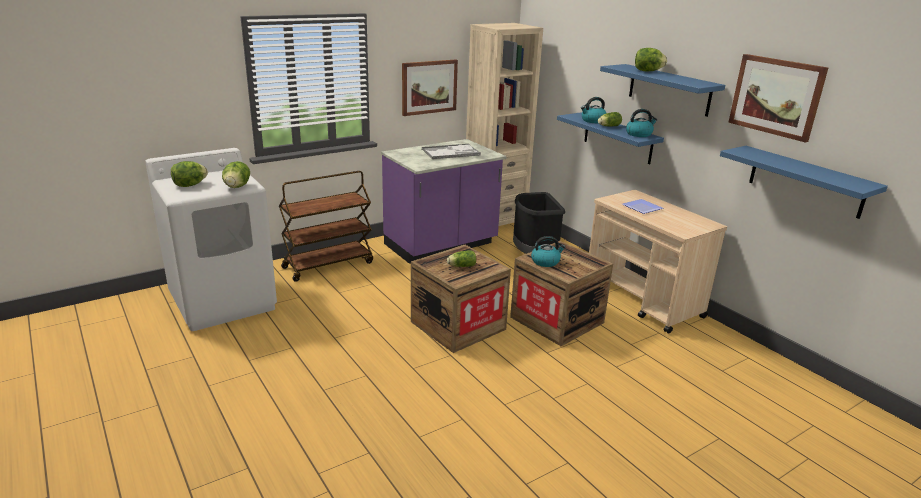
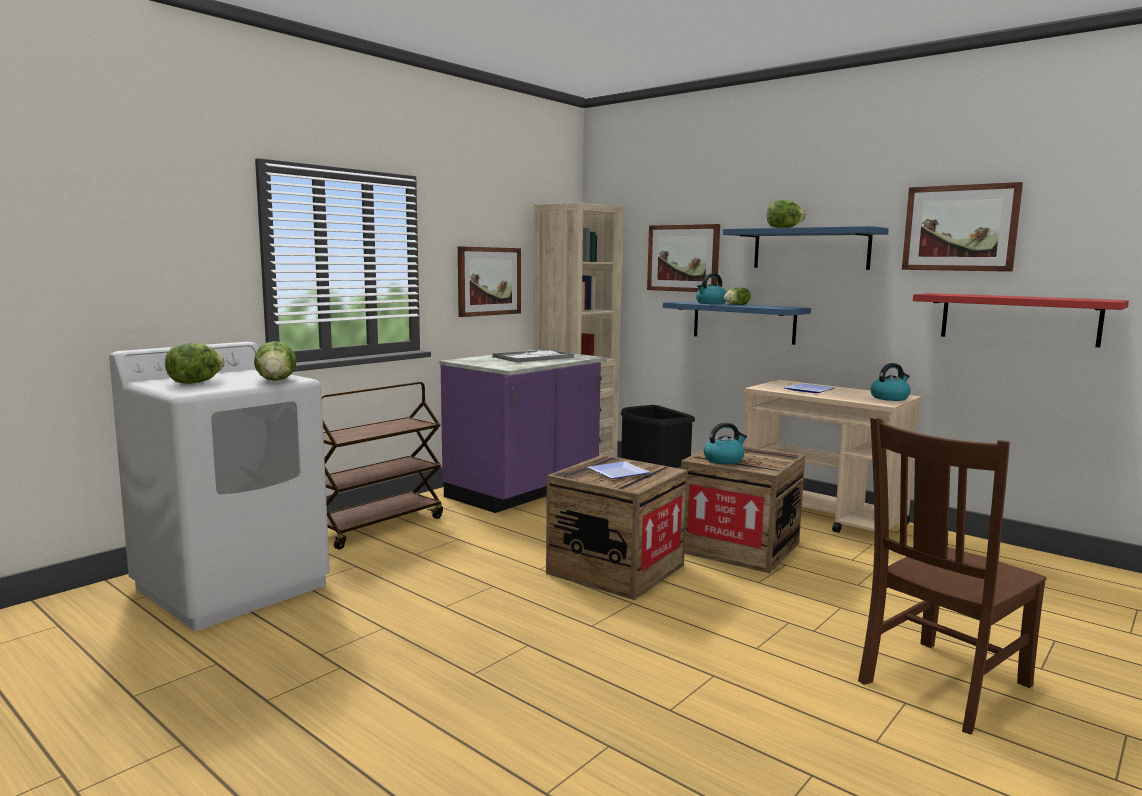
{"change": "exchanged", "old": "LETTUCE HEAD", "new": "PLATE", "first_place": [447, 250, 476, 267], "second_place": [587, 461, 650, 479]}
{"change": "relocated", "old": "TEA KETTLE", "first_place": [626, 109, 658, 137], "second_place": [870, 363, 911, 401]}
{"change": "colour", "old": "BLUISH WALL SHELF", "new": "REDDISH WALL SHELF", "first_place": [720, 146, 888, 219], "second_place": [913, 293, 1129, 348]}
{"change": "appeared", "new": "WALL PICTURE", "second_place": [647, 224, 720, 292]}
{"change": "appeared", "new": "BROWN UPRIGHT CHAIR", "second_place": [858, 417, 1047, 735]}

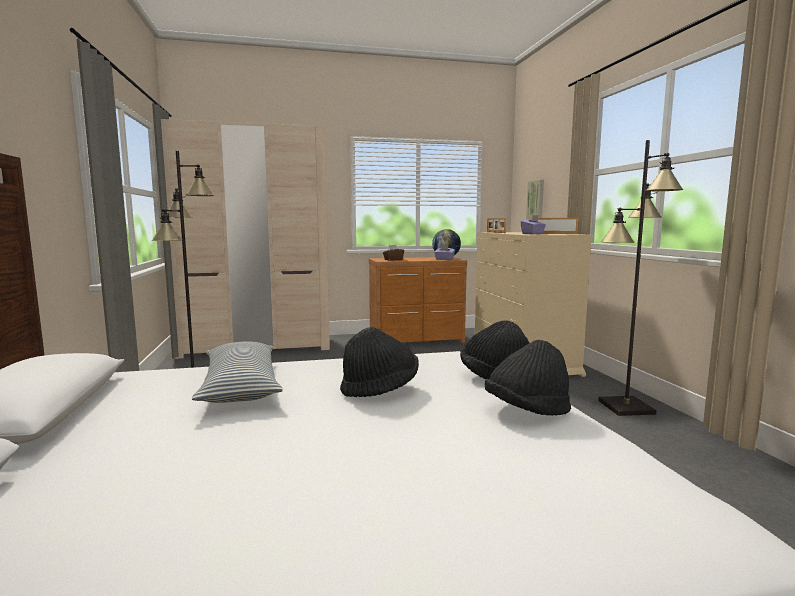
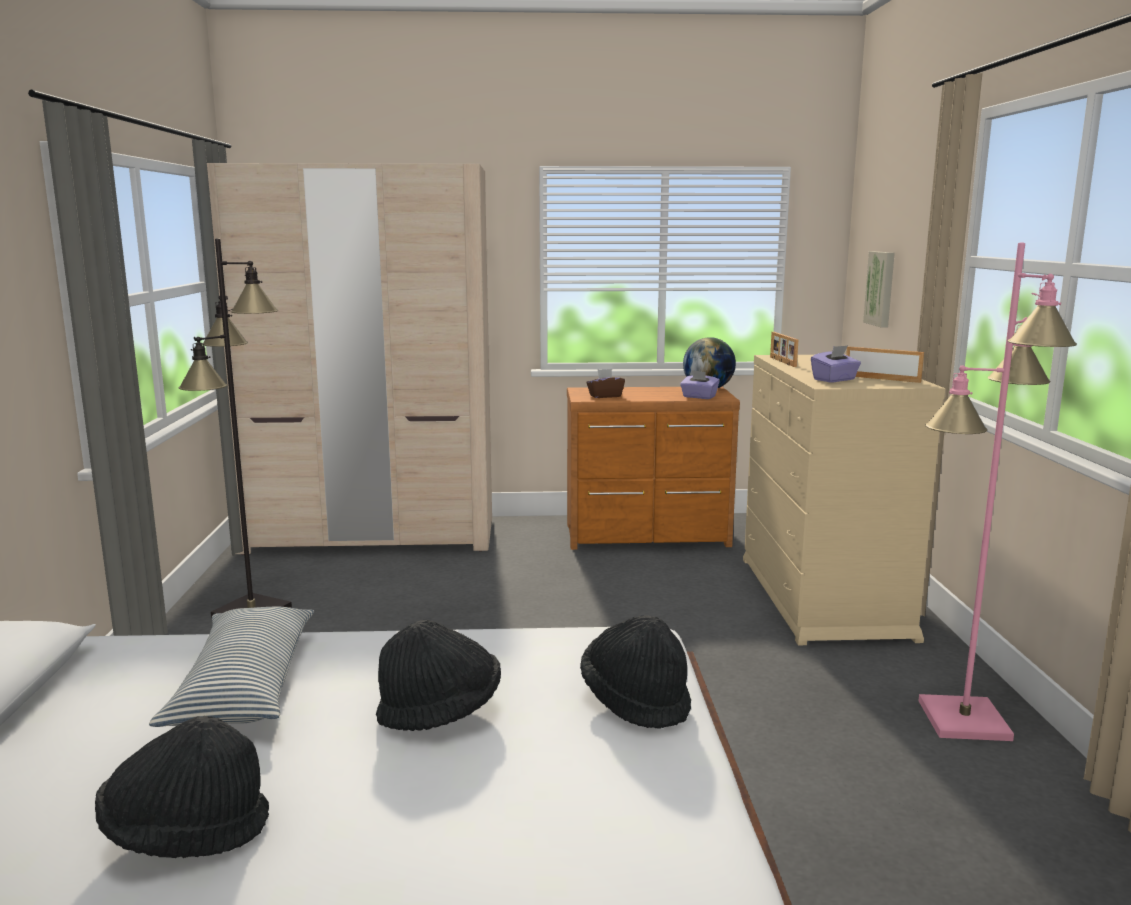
{"change": "relocated", "old": "BLACK HAT", "first_place": [485, 340, 571, 416], "second_place": [95, 716, 269, 858]}
{"change": "colour", "old": "BLACK STANDING LAMP", "new": "PINK-COLOURED STANDING LAMP", "first_place": [598, 140, 684, 416], "second_place": [919, 242, 1077, 741]}

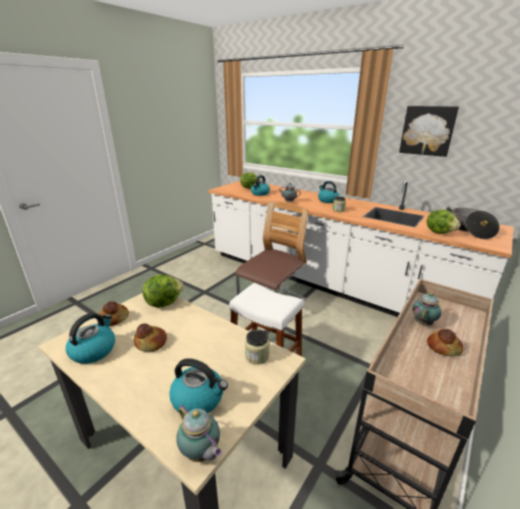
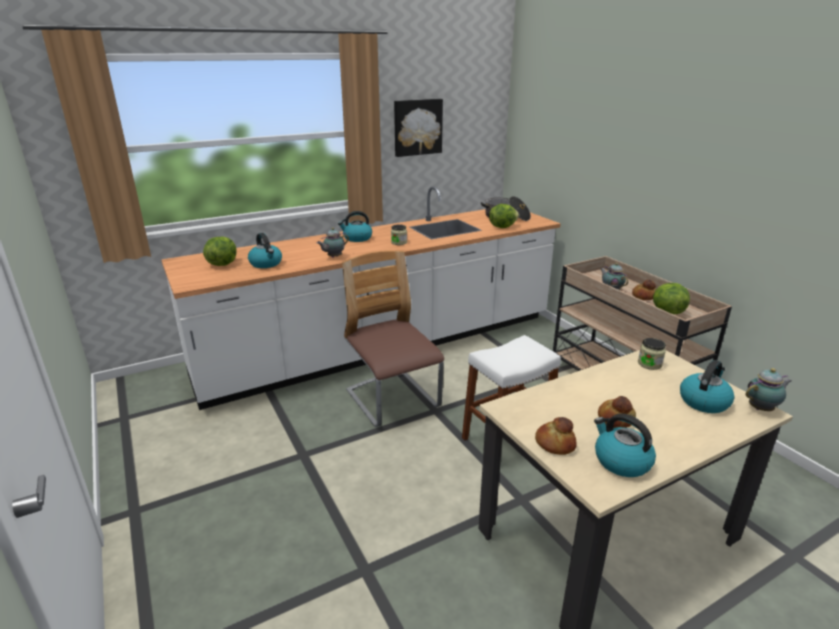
{"change": "relocated", "old": "LETTUCE HEAD", "first_place": [142, 275, 184, 307], "second_place": [653, 283, 690, 314]}

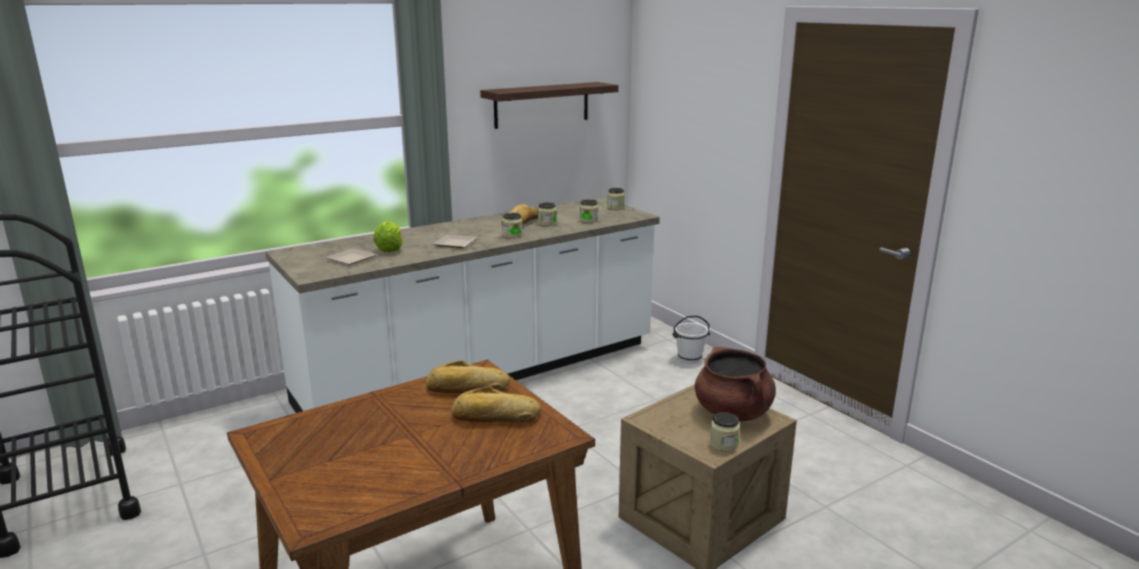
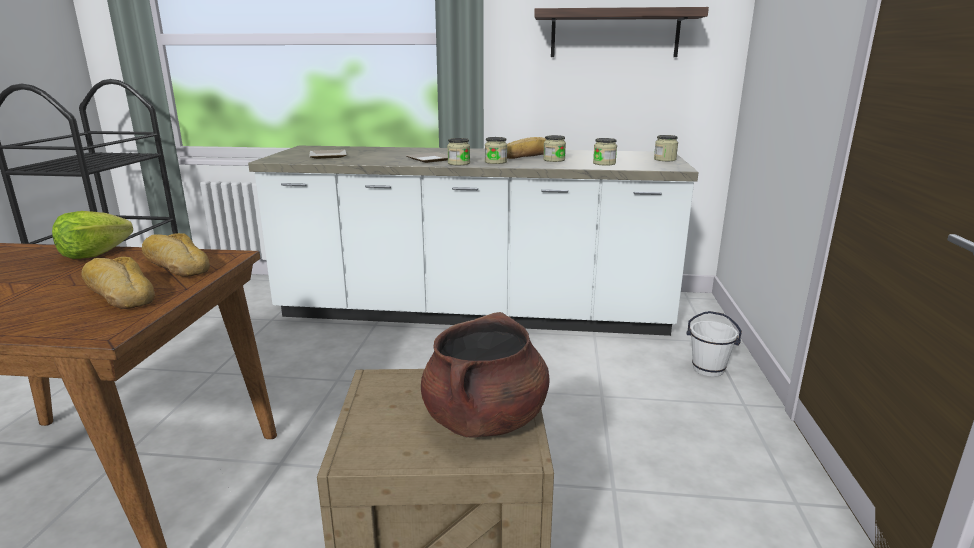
{"change": "relocated", "old": "LETTUCE HEAD", "first_place": [373, 221, 403, 253], "second_place": [52, 211, 133, 259]}
{"change": "relocated", "old": "STORAGE JAR", "first_place": [710, 412, 740, 452], "second_place": [447, 138, 470, 165]}

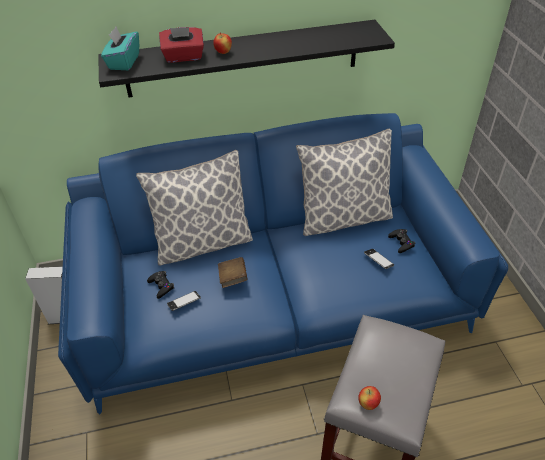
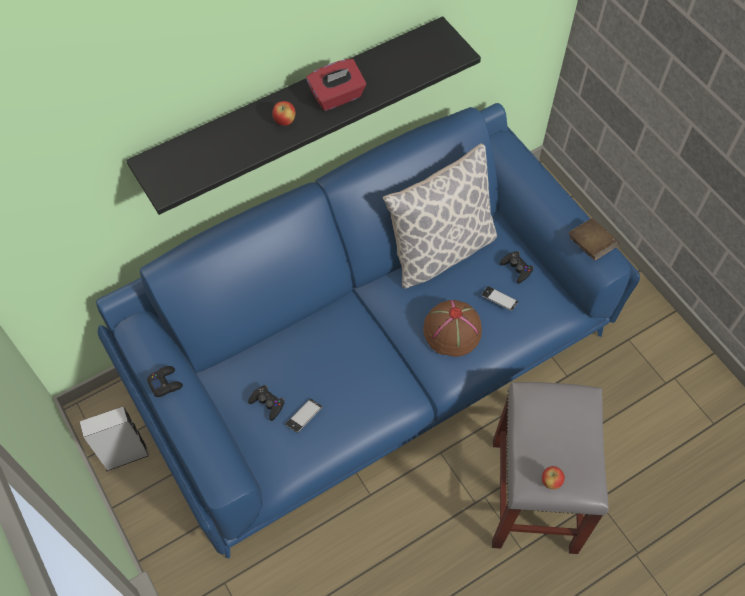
{"change": "missing", "old": "TURQUOISE-COLOURED TISSUE BOX", "first_place": [101, 27, 139, 70]}
{"change": "missing", "old": "THROW PILLOW", "first_place": [136, 150, 253, 266]}
{"change": "relocated", "old": "REDDISH TISSUE BOX", "first_place": [159, 27, 204, 63], "second_place": [306, 59, 366, 111]}
{"change": "relocated", "old": "BROWN VOLUME", "first_place": [218, 257, 247, 288], "second_place": [569, 219, 619, 260]}
{"change": "appeared", "new": "BLACK GAME CONTROLLER", "second_place": [146, 366, 183, 397]}
{"change": "appeared", "new": "BROWN HAT", "second_place": [423, 300, 482, 357]}

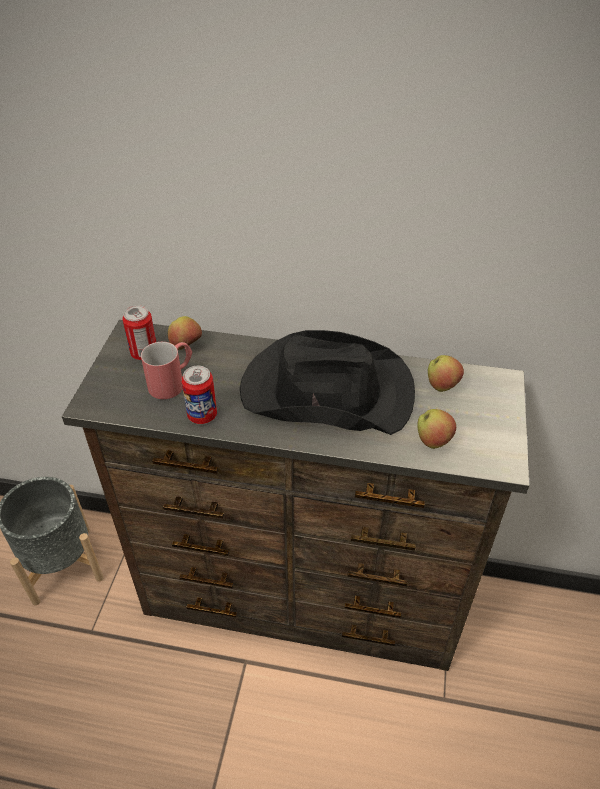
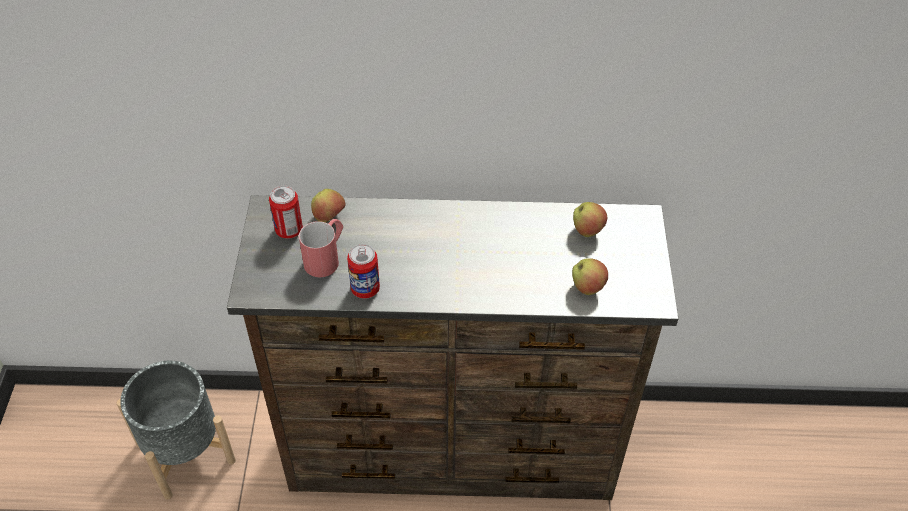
{"change": "missing", "old": "BLACK HAT", "first_place": [240, 330, 415, 435]}

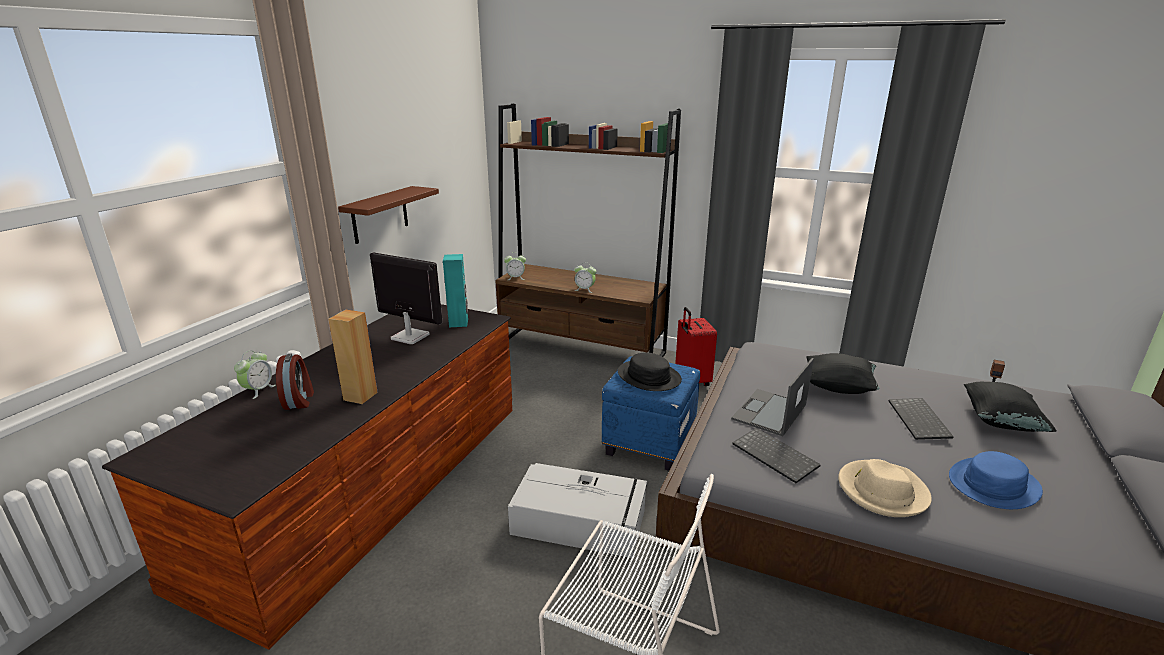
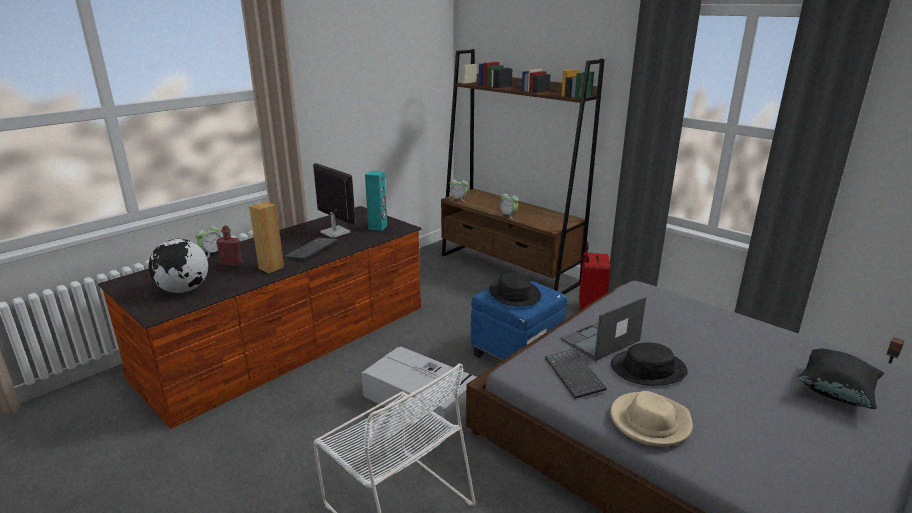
{"change": "exchanged", "old": "BEDSIDE CLOCK", "new": "REDDISH BEVERAGE BOTTLE", "first_place": [276, 354, 314, 410], "second_place": [216, 226, 242, 267]}
{"change": "missing", "old": "BROWN WALL SHELF", "first_place": [338, 186, 439, 244]}
{"change": "missing", "old": "BLACK THROW PILLOW", "first_place": [807, 353, 880, 394]}
{"change": "relocated", "old": "KEYBOARD", "first_place": [889, 398, 954, 440], "second_place": [284, 237, 339, 260]}
{"change": "missing", "old": "BLUISH HAT", "first_place": [949, 451, 1043, 509]}
{"change": "appeared", "new": "WORLD GLOBE", "second_place": [148, 239, 208, 293]}
{"change": "appeared", "new": "BLACK HAT", "second_place": [611, 343, 688, 386]}

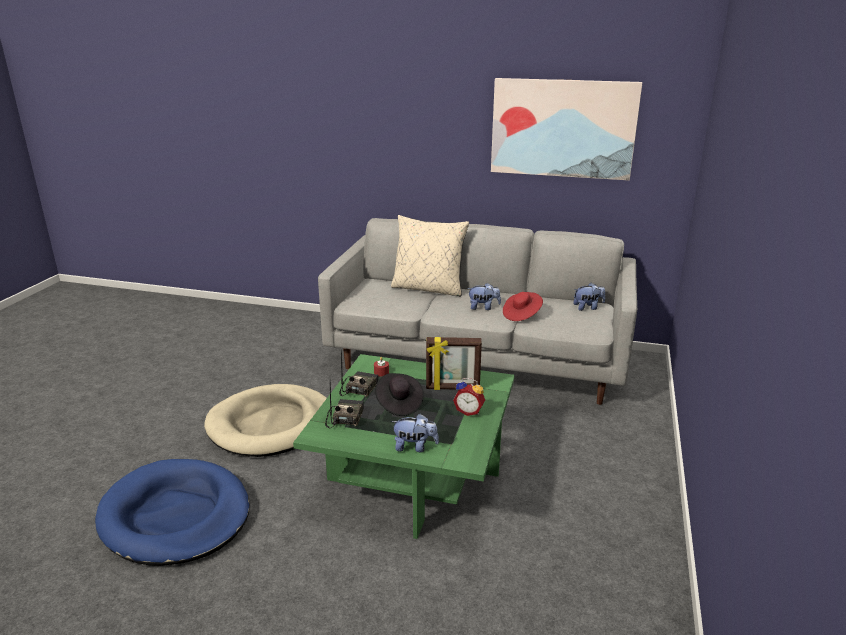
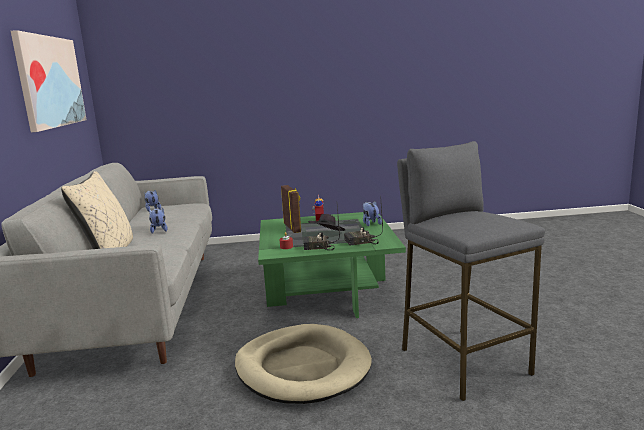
{"change": "exchanged", "old": "BLUISH DOG CUSHION", "new": "GRAY STOOL SEAT", "first_place": [95, 459, 250, 566], "second_place": [397, 141, 545, 401]}
{"change": "missing", "old": "REDDISH HAT", "first_place": [503, 292, 543, 321]}

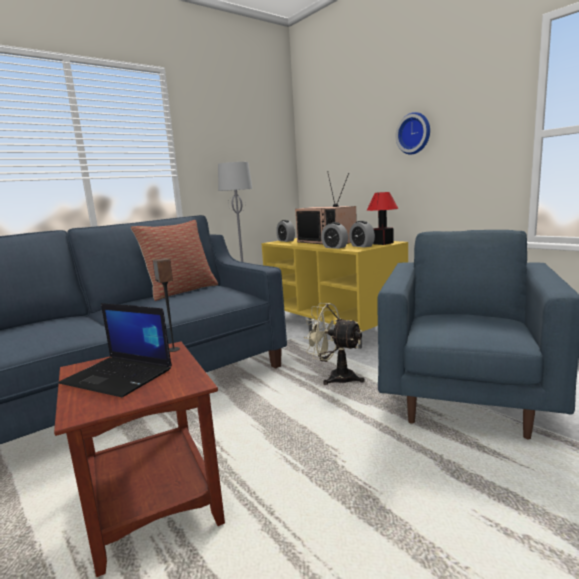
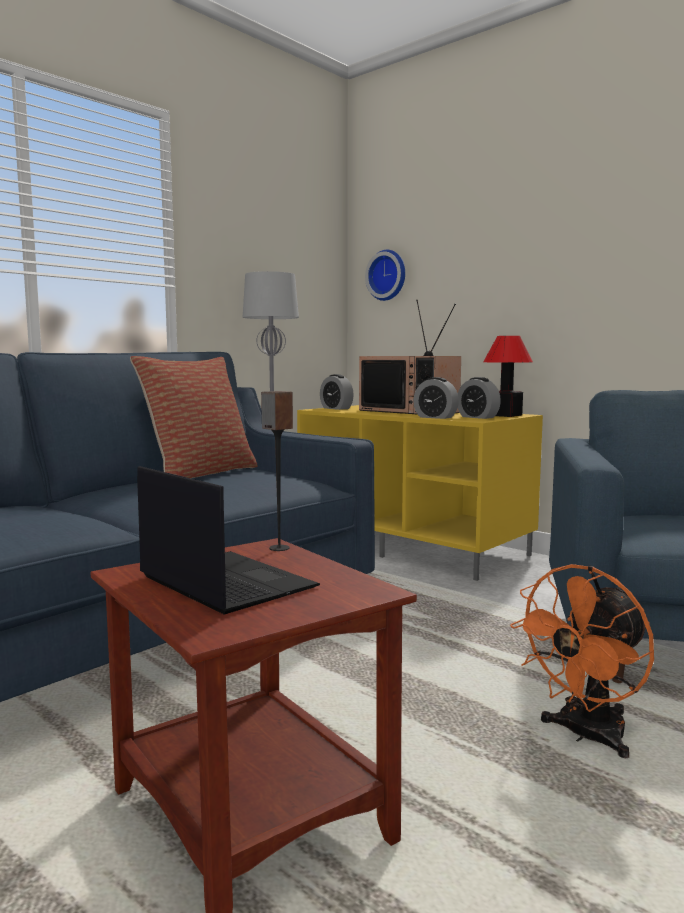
{"change": "spun", "old": "PORTABLE COMPUTER", "first_place": [59, 303, 172, 397], "second_place": [137, 466, 320, 615], "degrees": -150}
{"change": "missing", "old": "BEIGE-COLOURED ELECTRIC FAN", "first_place": [304, 303, 365, 385]}
{"change": "relocated", "old": "HANGING CLOCK", "first_place": [395, 112, 430, 154], "second_place": [365, 250, 405, 301]}
{"change": "appeared", "new": "ORANGE-COLOURED ELECTRIC FAN", "second_place": [510, 564, 654, 758]}

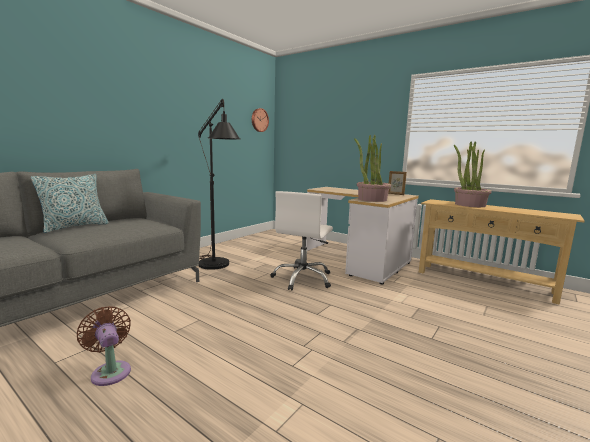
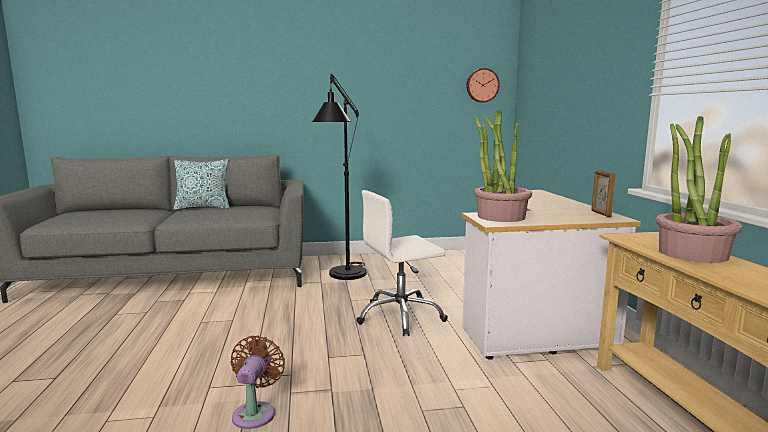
{"change": "relocated", "old": "BROWN ELECTRIC FAN", "first_place": [77, 306, 131, 386], "second_place": [231, 336, 285, 429]}

